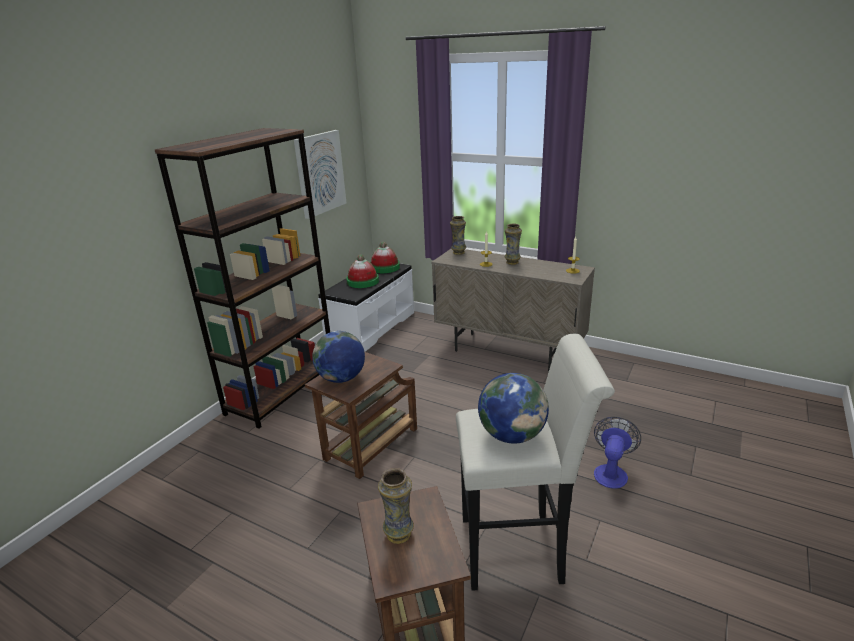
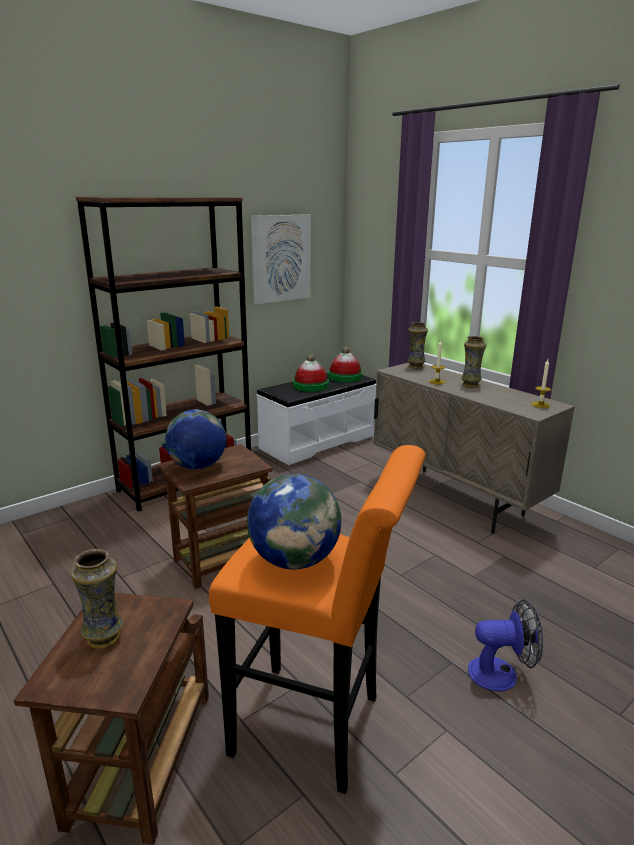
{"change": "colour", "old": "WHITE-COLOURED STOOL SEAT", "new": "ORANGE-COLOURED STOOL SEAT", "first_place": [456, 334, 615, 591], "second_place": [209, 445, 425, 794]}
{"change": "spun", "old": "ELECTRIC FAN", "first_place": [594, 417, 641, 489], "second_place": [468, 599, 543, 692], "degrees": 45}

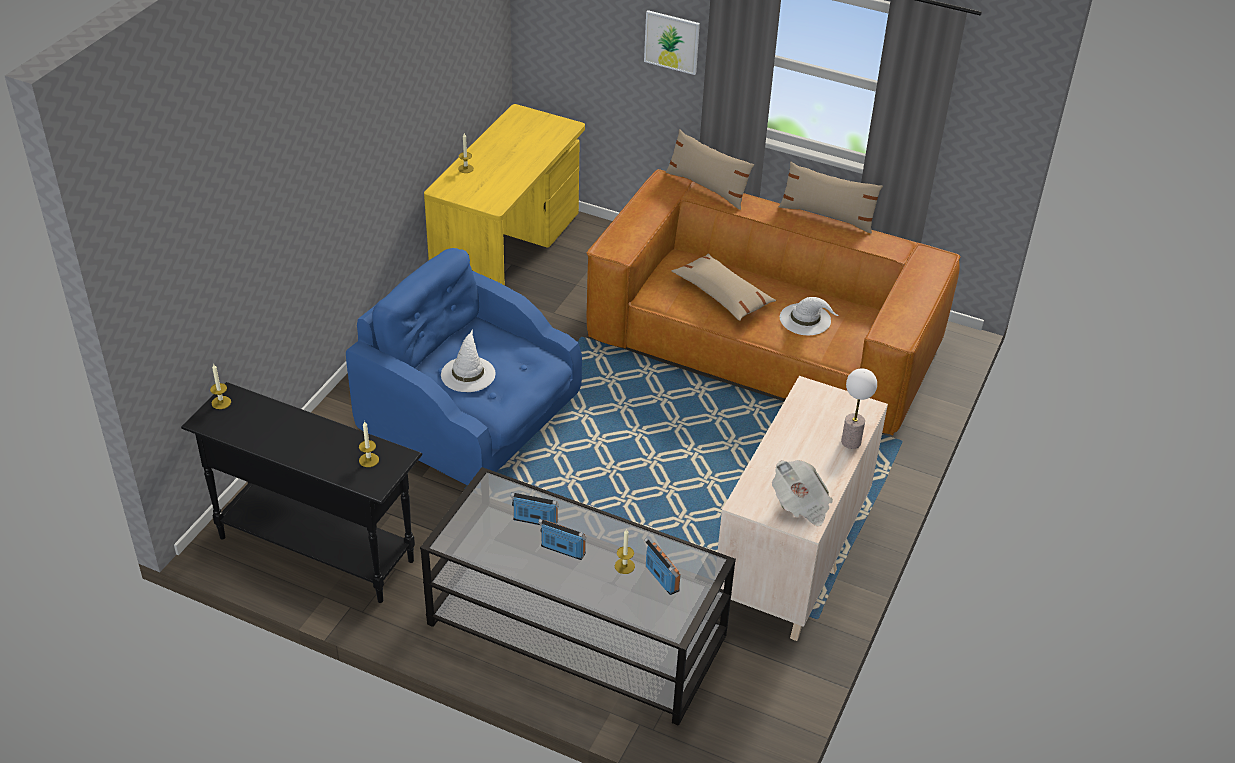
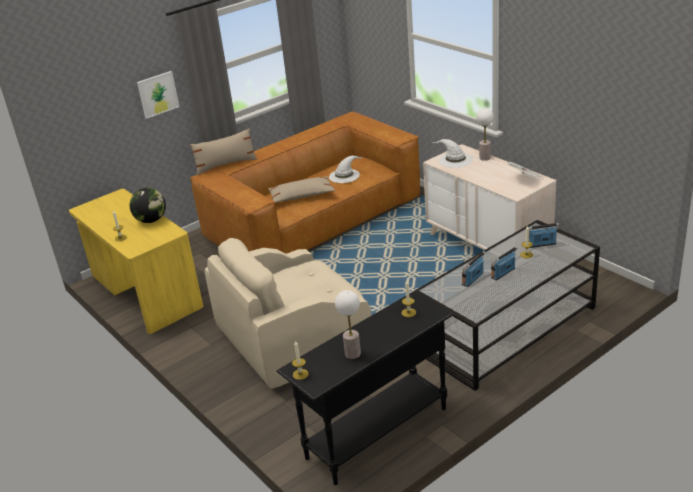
{"change": "colour", "old": "BLUISH ARMCHAIR", "new": "BEIGE-COLOURED ARMCHAIR", "first_place": [346, 248, 582, 486], "second_place": [205, 238, 371, 389]}
{"change": "relocated", "old": "WHITE-COLOURED HAT", "first_place": [441, 329, 496, 392], "second_place": [433, 139, 473, 168]}
{"change": "missing", "old": "BEIGE-COLOURED THROW PILLOW", "first_place": [779, 162, 883, 233]}
{"change": "appeared", "new": "WORLD GLOBE", "second_place": [130, 188, 166, 223]}
{"change": "appeared", "new": "TABLE LAMP", "second_place": [335, 290, 361, 359]}

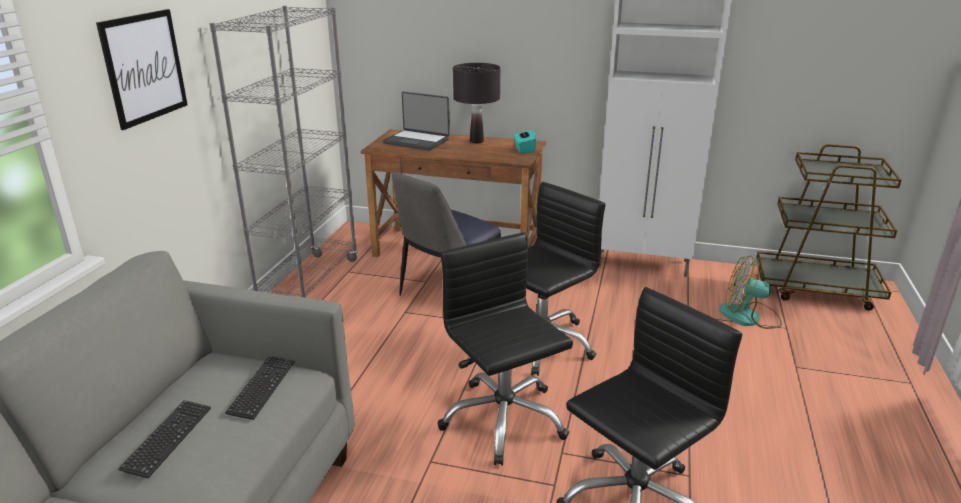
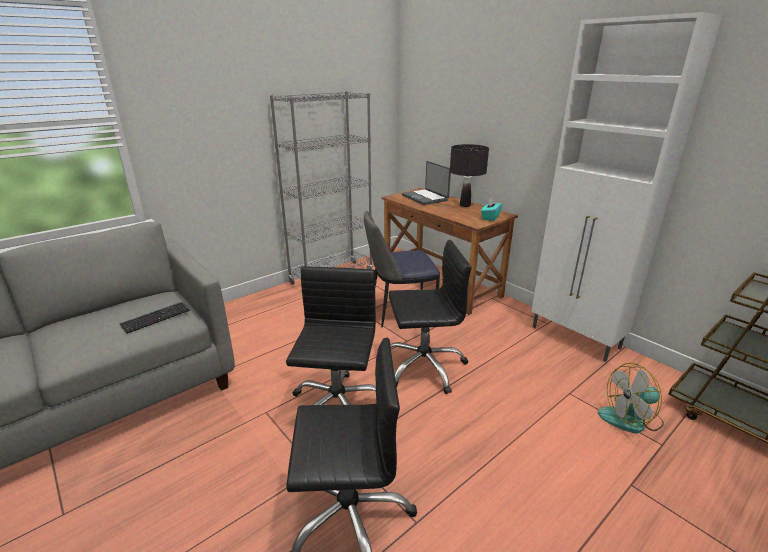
{"change": "missing", "old": "WALL PICTURE", "first_place": [96, 9, 188, 130]}
{"change": "missing", "old": "KEYBOARD", "first_place": [118, 400, 211, 478]}
{"change": "spun", "old": "ELECTRIC FAN", "first_place": [719, 256, 782, 329], "second_place": [598, 363, 664, 434], "degrees": -60}

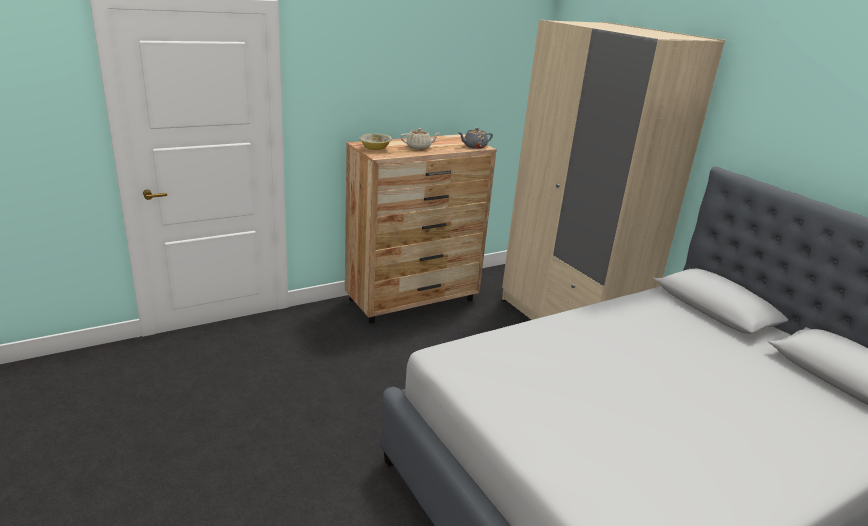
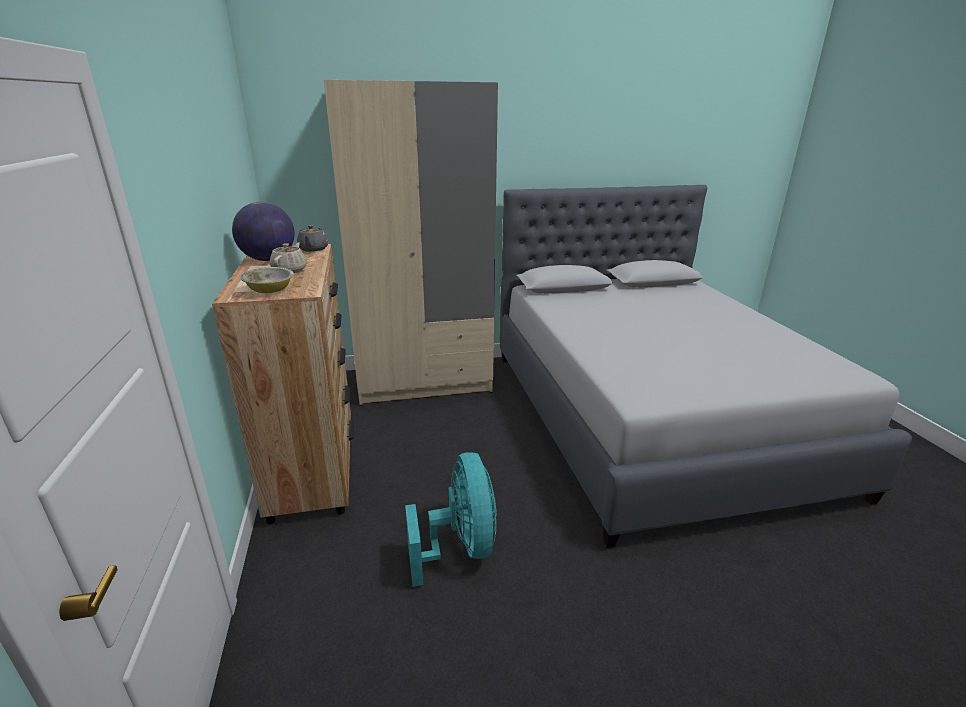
{"change": "appeared", "new": "WORLD GLOBE", "second_place": [232, 202, 295, 261]}
{"change": "appeared", "new": "TURQUOISE-COLOURED ELECTRIC FAN", "second_place": [405, 452, 497, 587]}

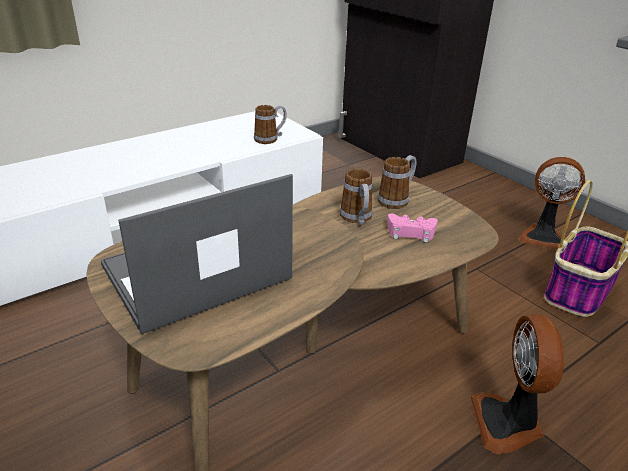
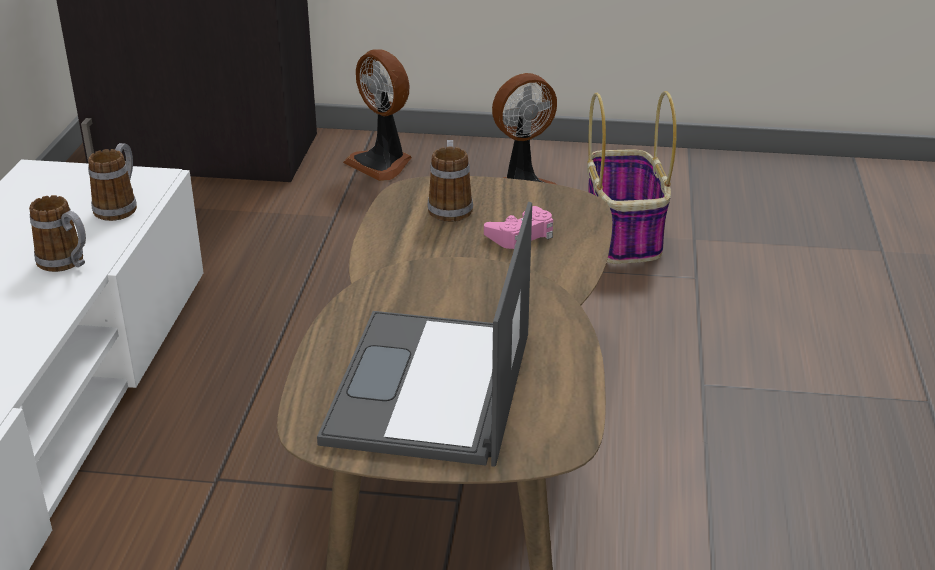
{"change": "relocated", "old": "COFFEE MUG", "first_place": [340, 169, 373, 224], "second_place": [29, 195, 86, 272]}
{"change": "relocated", "old": "ELECTRIC FAN", "first_place": [471, 314, 564, 454], "second_place": [343, 49, 412, 181]}

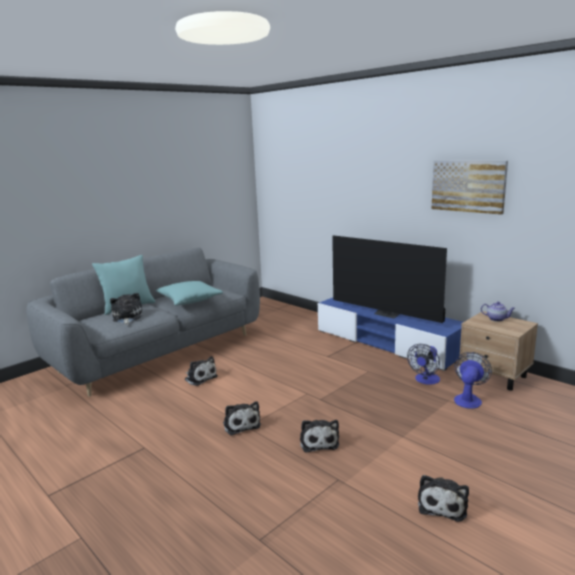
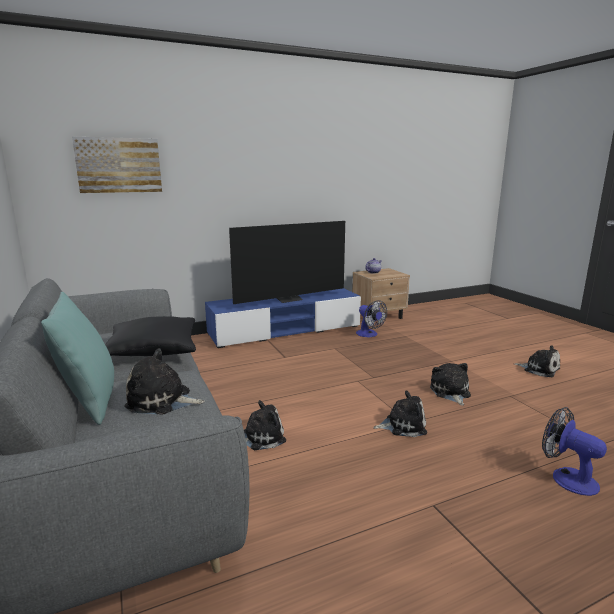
{"change": "colour", "old": "TURQUOISE-COLOURED THROW PILLOW", "new": "BLACK THROW PILLOW", "first_place": [156, 281, 223, 306], "second_place": [105, 316, 196, 356]}
{"change": "spun", "old": "CUDDLY TOY", "first_place": [300, 420, 339, 453], "second_place": [430, 363, 471, 406], "degrees": -105}
{"change": "relocated", "old": "WALL PICTURE", "first_place": [431, 160, 508, 215], "second_place": [72, 137, 162, 193]}
{"change": "relocated", "old": "ELECTRIC FAN", "first_place": [454, 352, 492, 409], "second_place": [542, 407, 607, 496]}

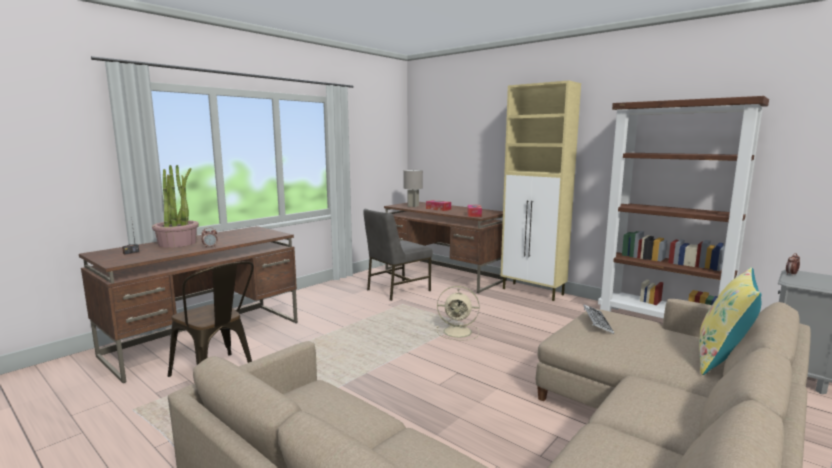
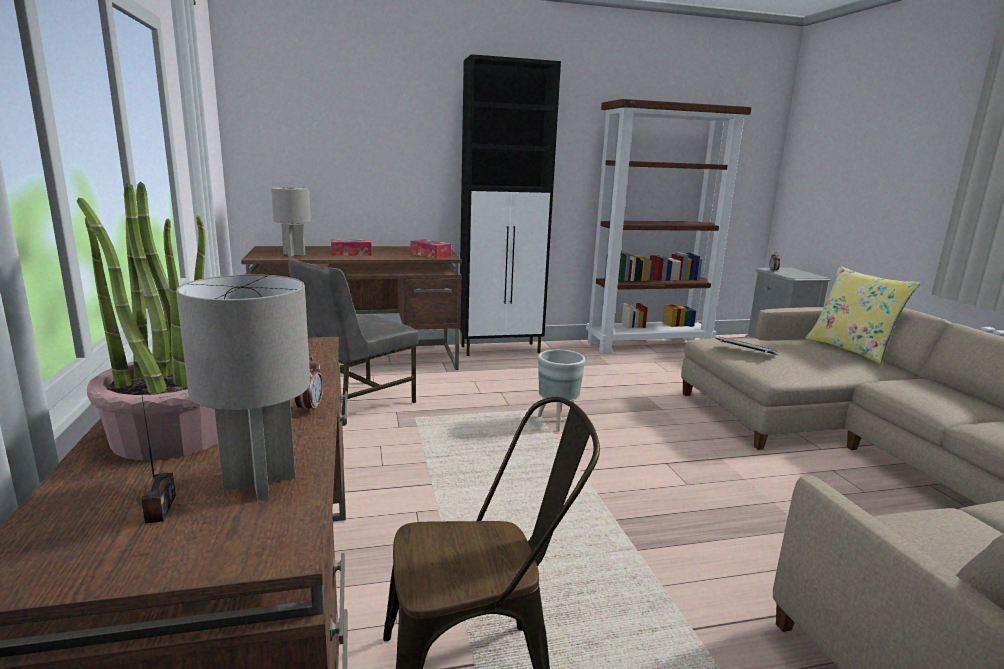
{"change": "spun", "old": "GRAY UPRIGHT CHAIR", "first_place": [363, 209, 433, 301], "second_place": [288, 258, 419, 426], "degrees": 45}
{"change": "exchanged", "old": "BEIGE-COLOURED ELECTRIC FAN", "new": "GRAY PLANT POT", "first_place": [437, 286, 479, 341], "second_place": [538, 350, 585, 432]}
{"change": "colour", "old": "BEIGE-COLOURED STORAGE CABINET", "new": "BLACK STORAGE CABINET", "first_place": [501, 80, 581, 301], "second_place": [460, 54, 561, 356]}
{"change": "appeared", "new": "GRAY TABLE LAMP", "second_place": [176, 274, 310, 500]}

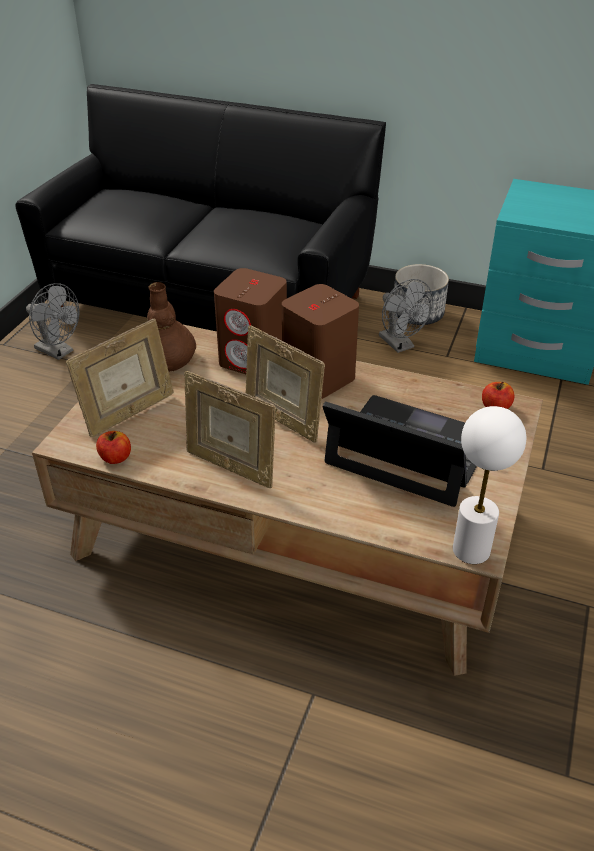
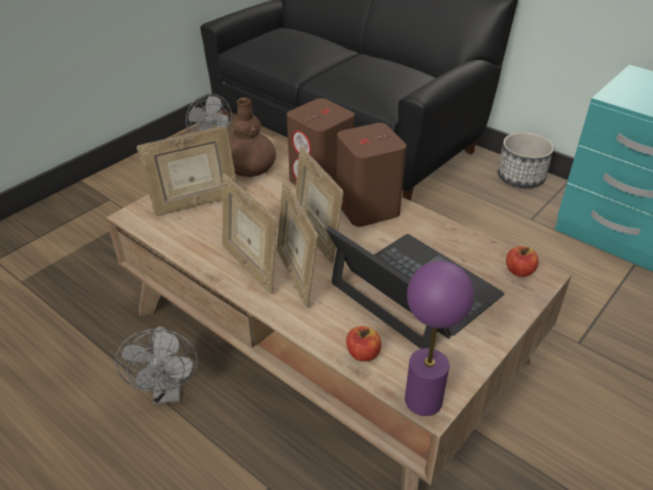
{"change": "relocated", "old": "APPLE", "first_place": [96, 431, 131, 464], "second_place": [346, 326, 381, 362]}
{"change": "relocated", "old": "GRAY ELECTRIC FAN", "first_place": [379, 279, 433, 353], "second_place": [115, 326, 198, 405]}
{"change": "colour", "old": "WHITE-COLOURED TABLE LAMP", "new": "PURPLISH TABLE LAMP", "first_place": [453, 406, 526, 564], "second_place": [405, 261, 474, 416]}
{"change": "appeared", "new": "PICTURE FRAME", "second_place": [277, 178, 318, 308]}

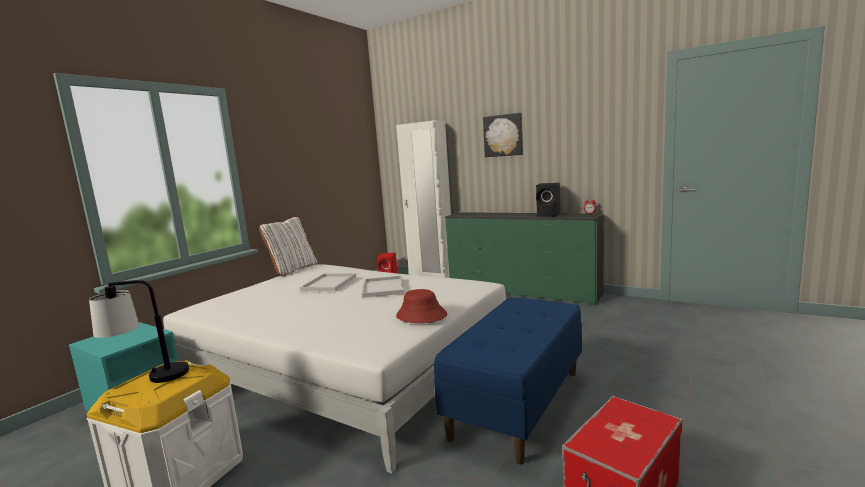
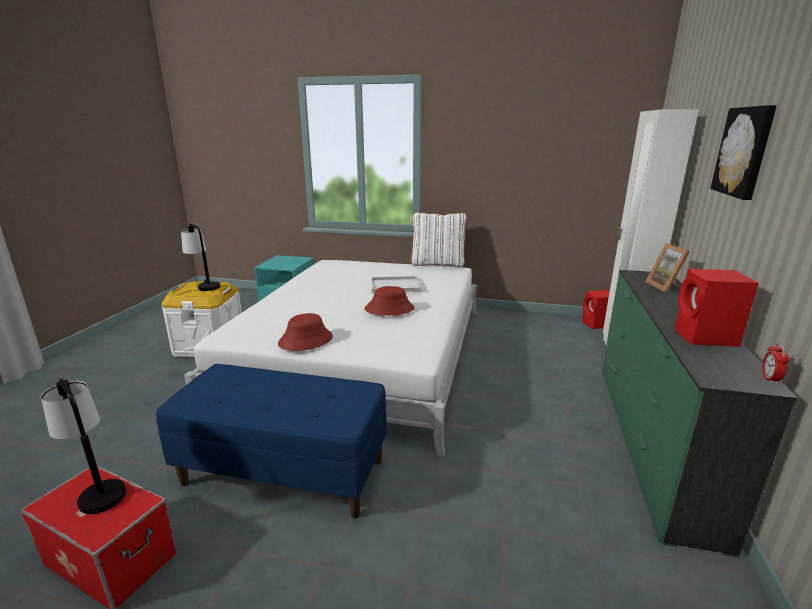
{"change": "exchanged", "old": "WHITE-COLOURED CARRYING TRAY", "new": "REDDISH HAT", "first_place": [362, 275, 404, 298], "second_place": [365, 286, 414, 316]}
{"change": "colour", "old": "BLACK LOUDSPEAKER", "new": "REDDISH LOUDSPEAKER", "first_place": [536, 183, 560, 217], "second_place": [675, 268, 759, 347]}
{"change": "appeared", "new": "TABLE LAMP", "second_place": [41, 379, 126, 514]}
{"change": "appeared", "new": "PICTURE FRAME", "second_place": [645, 243, 690, 293]}

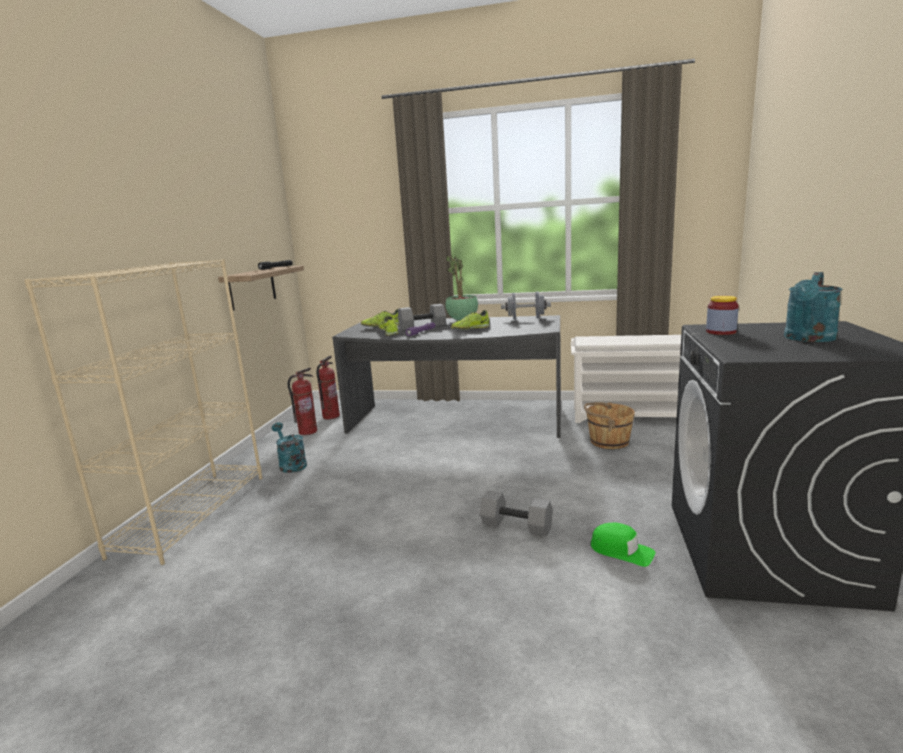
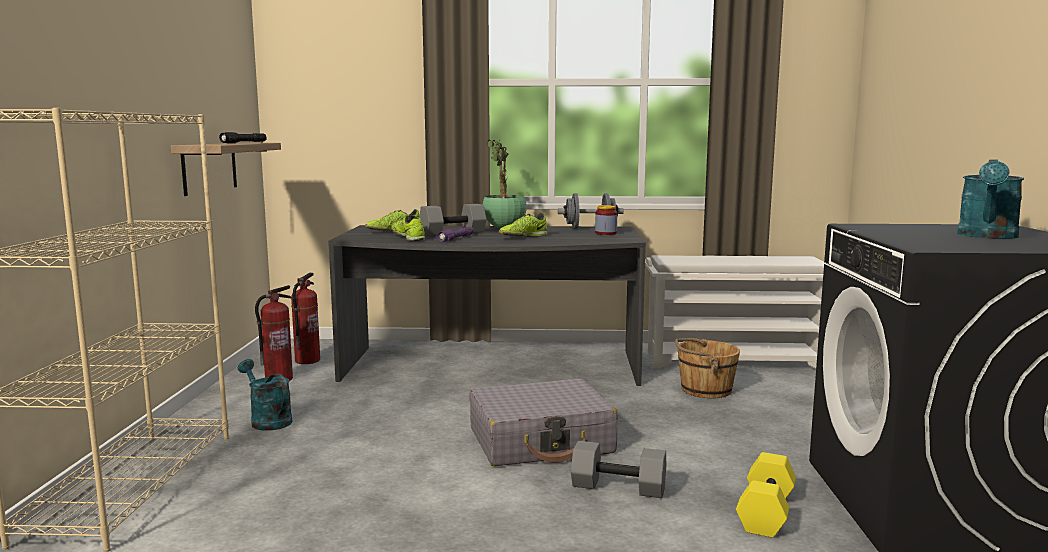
{"change": "exchanged", "old": "GREEN PEAKED CAP", "new": "YELLOWISH FREE WEIGHT", "first_place": [590, 523, 655, 567], "second_place": [736, 452, 796, 538]}
{"change": "relocated", "old": "STORAGE JAR", "first_place": [706, 296, 739, 335], "second_place": [595, 205, 617, 235]}
{"change": "appeared", "new": "GRAY TRAVEL CASE", "second_place": [469, 379, 617, 466]}

